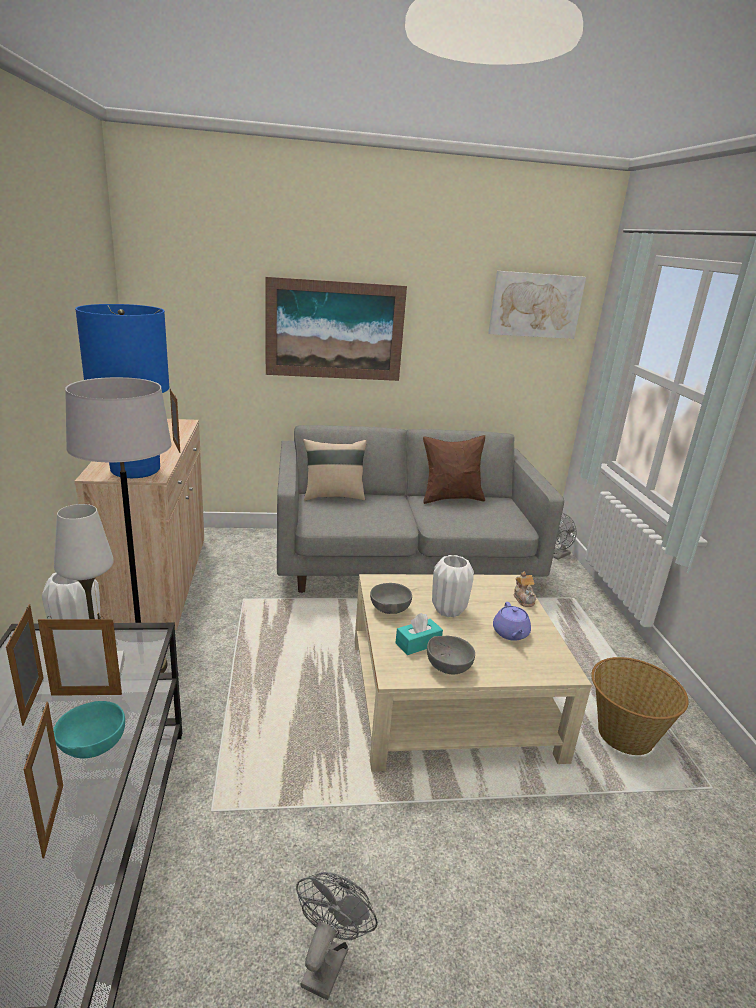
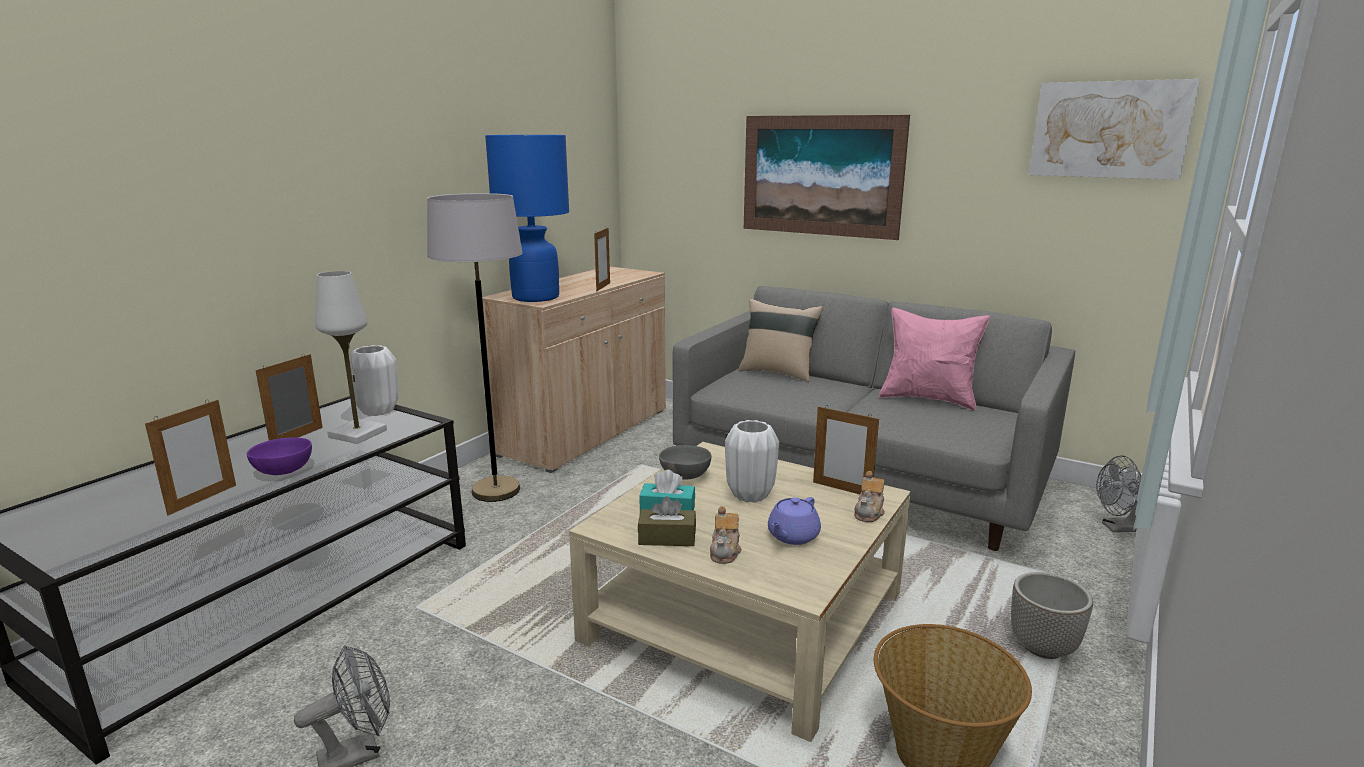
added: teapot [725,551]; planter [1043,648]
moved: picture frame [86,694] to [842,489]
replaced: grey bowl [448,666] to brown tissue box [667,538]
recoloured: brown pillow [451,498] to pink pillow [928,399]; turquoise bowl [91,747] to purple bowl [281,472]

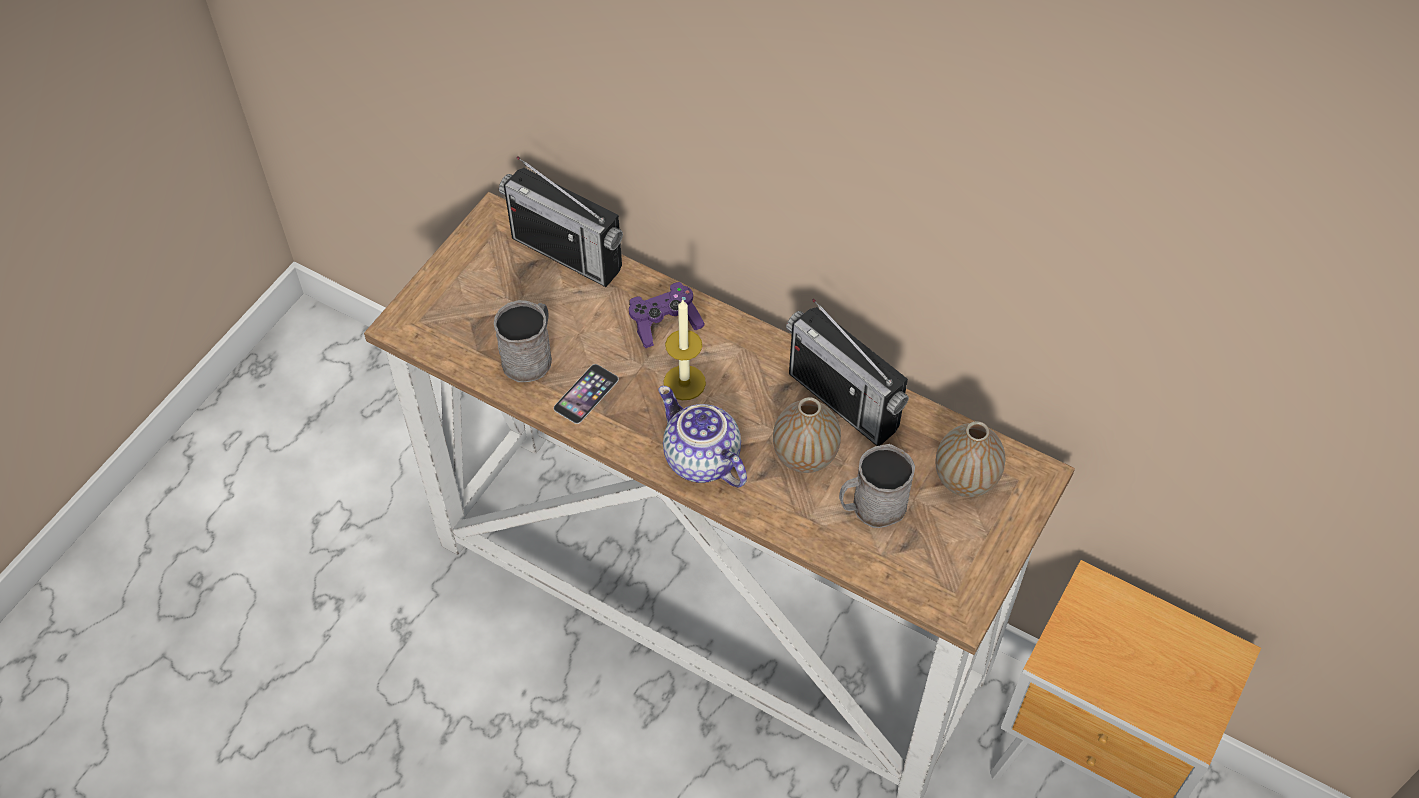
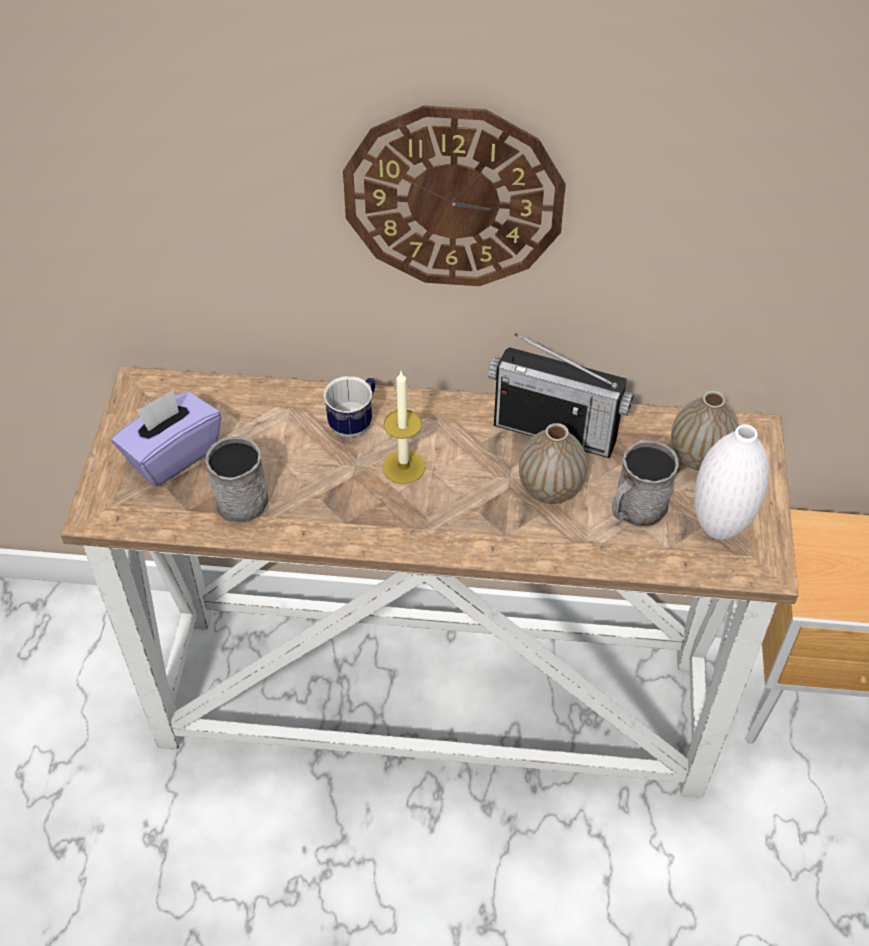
removed: radio [567,253]; phone [586,394]; teapot [699,459]
added: wall clock [453,198]; purple tissue box [172,455]; white vase [718,527]
replaced: purple game controller [664,323] to mug [355,422]

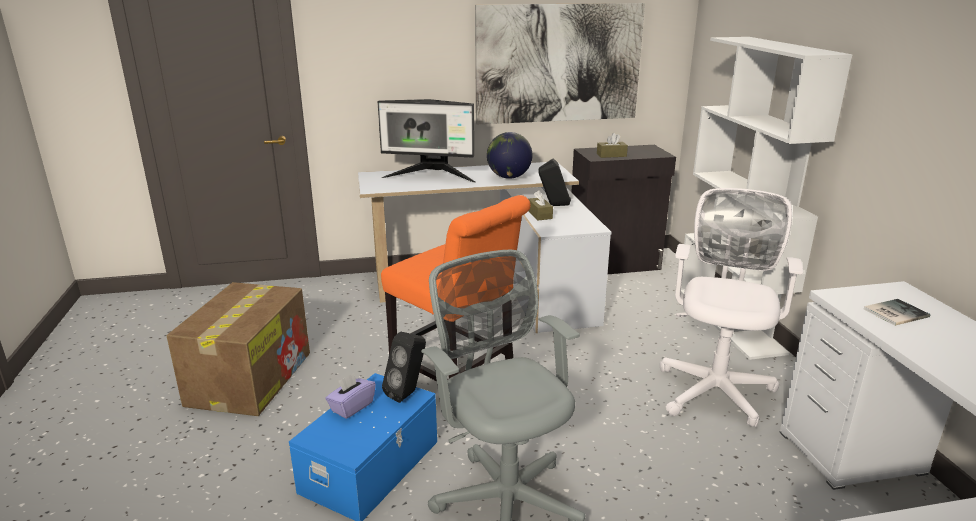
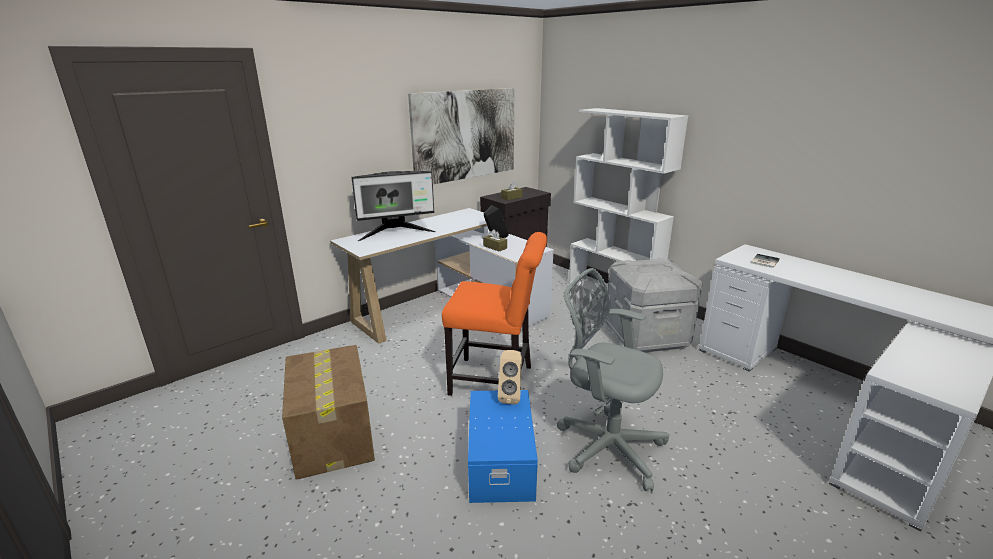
removed: globe [509,177]; purple tissue box [352,407]
replaced: white office chair [716,388] to grey storage box [646,336]
recoloured: black speaker [408,393] to beige speaker [511,396]

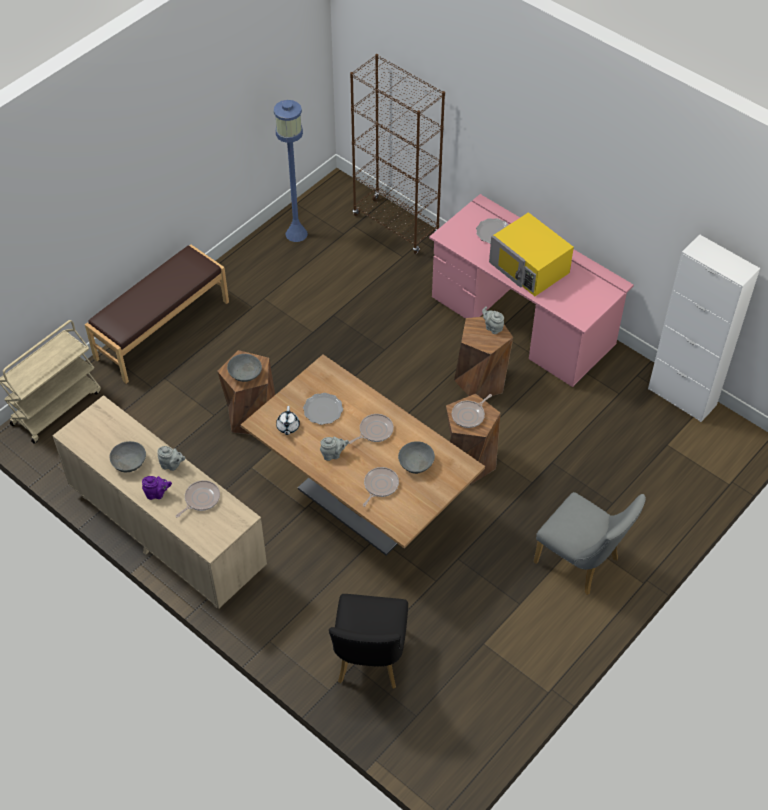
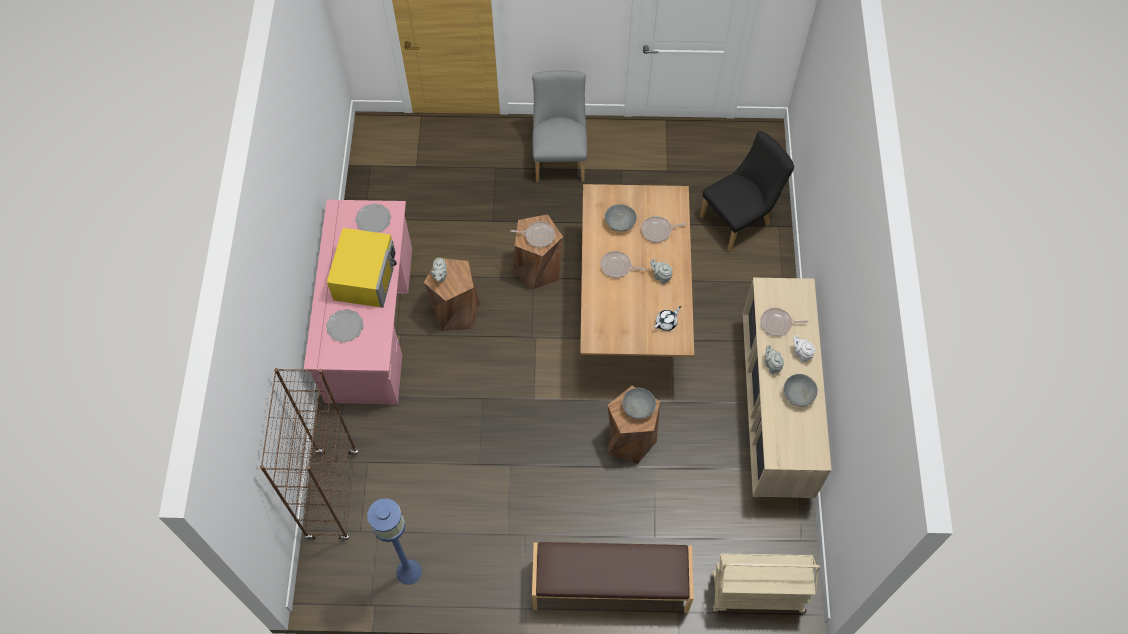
removed: white cabinet [682,397]
moved: plate [323,410] to [373,219]
recoloured: purple teapot [157,494] to white teapot [801,354]

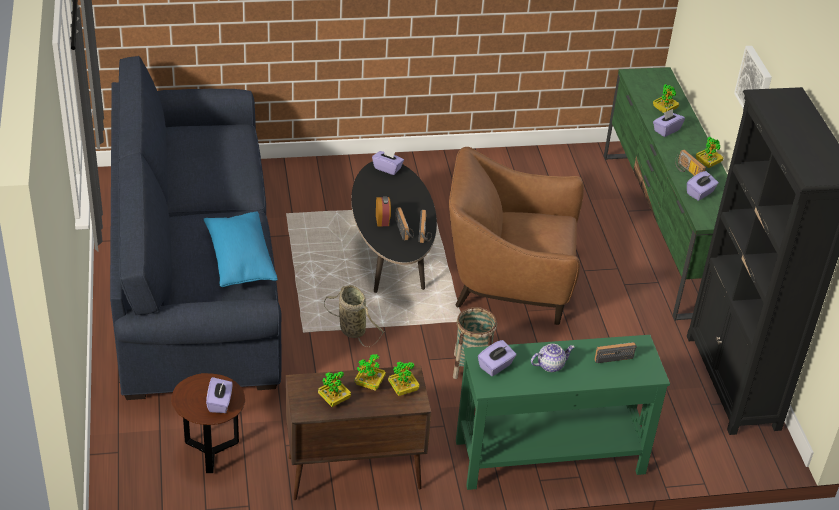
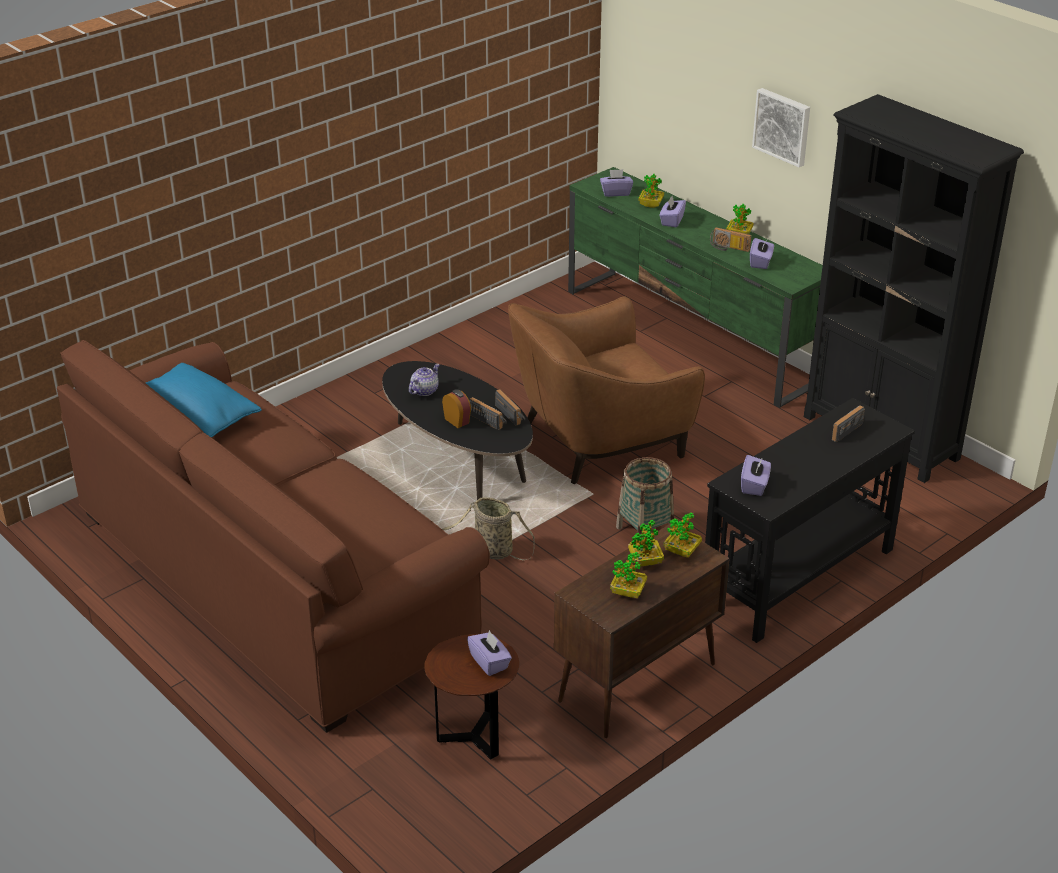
moved: purple tissue box [387,168] to [615,193]; blue pillow [240,260] to [198,414]; teapot [550,365] to [424,390]
recoloured: blue sofa [195,276] to brown sofa [272,575]; green console table [548,457] to black console table [797,577]

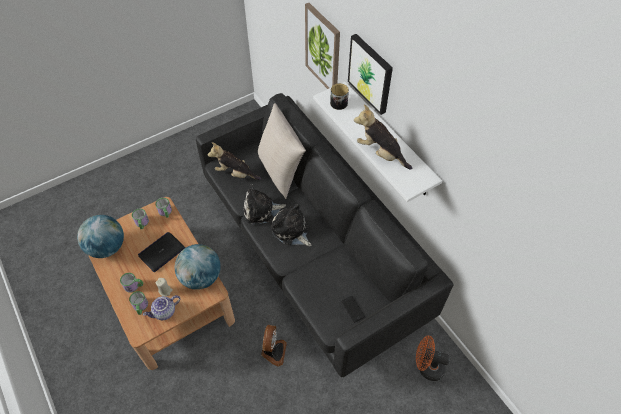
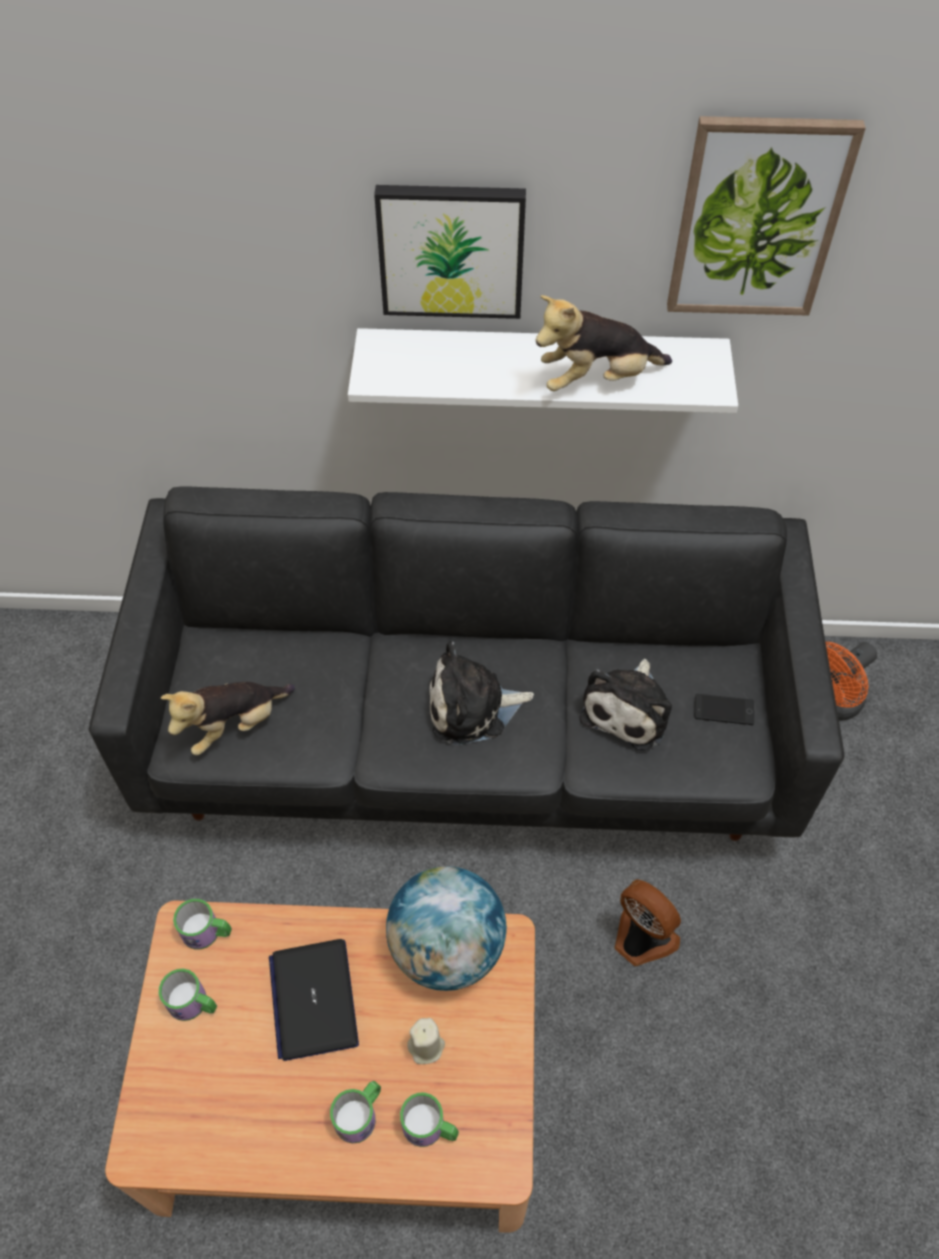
removed: mug [339,101]; beige pillow [281,171]; globe [107,247]; teapot [164,312]
moved: picture [323,49] to [757,218]; plush toy [261,210] to [629,709]

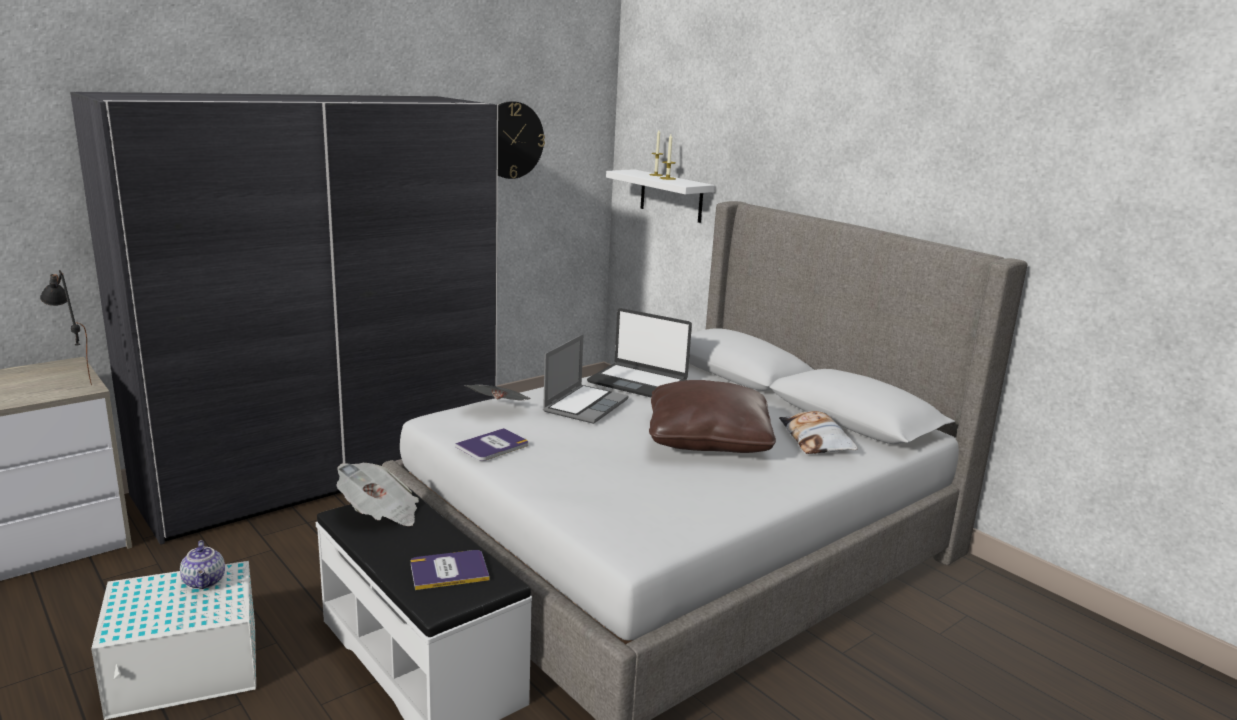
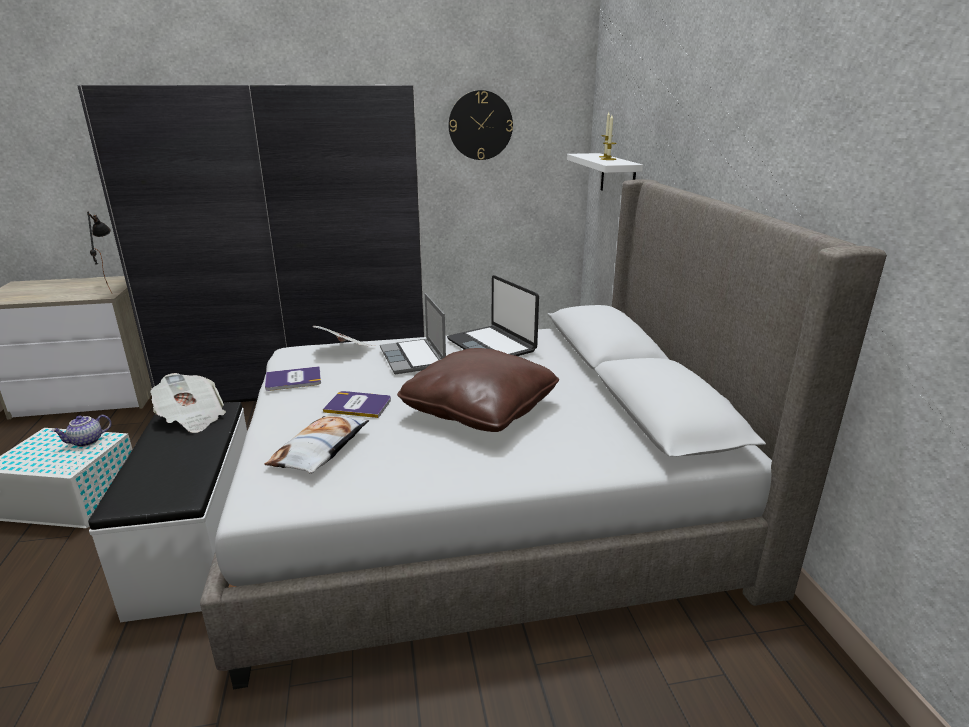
moved: pillow [816,440] to [320,450]; book [449,571] to [358,405]
turned: laptop [585,405] = [414,358] 105 degrees clockwise; teapot [205,582] = [86,442] 45 degrees clockwise

